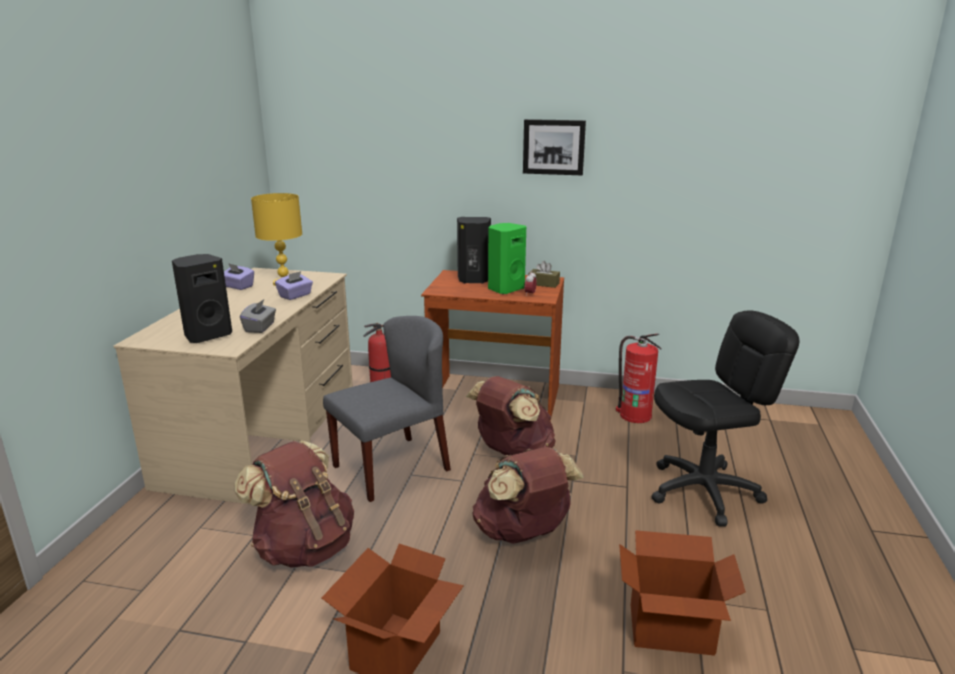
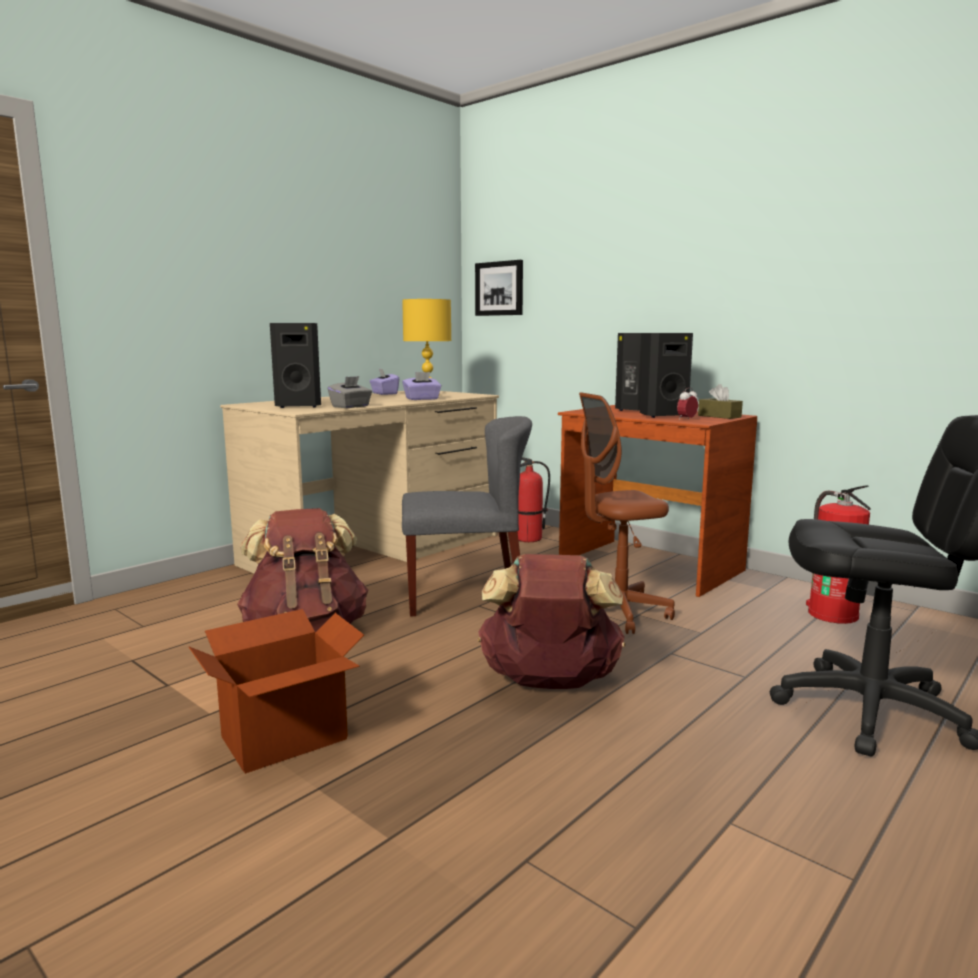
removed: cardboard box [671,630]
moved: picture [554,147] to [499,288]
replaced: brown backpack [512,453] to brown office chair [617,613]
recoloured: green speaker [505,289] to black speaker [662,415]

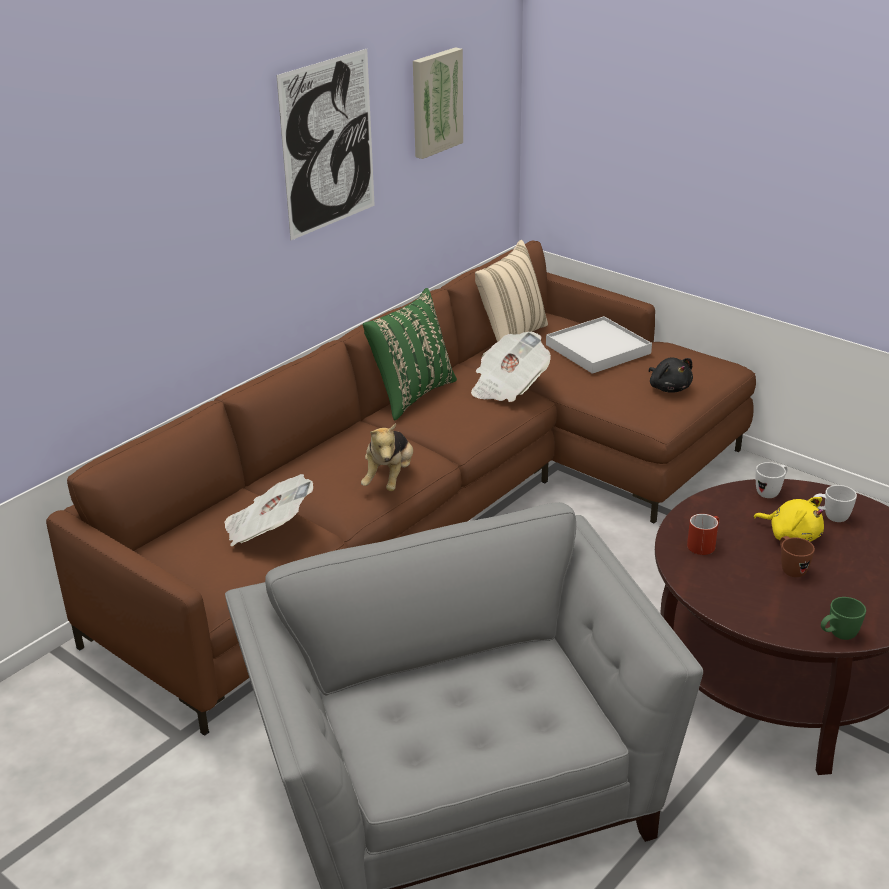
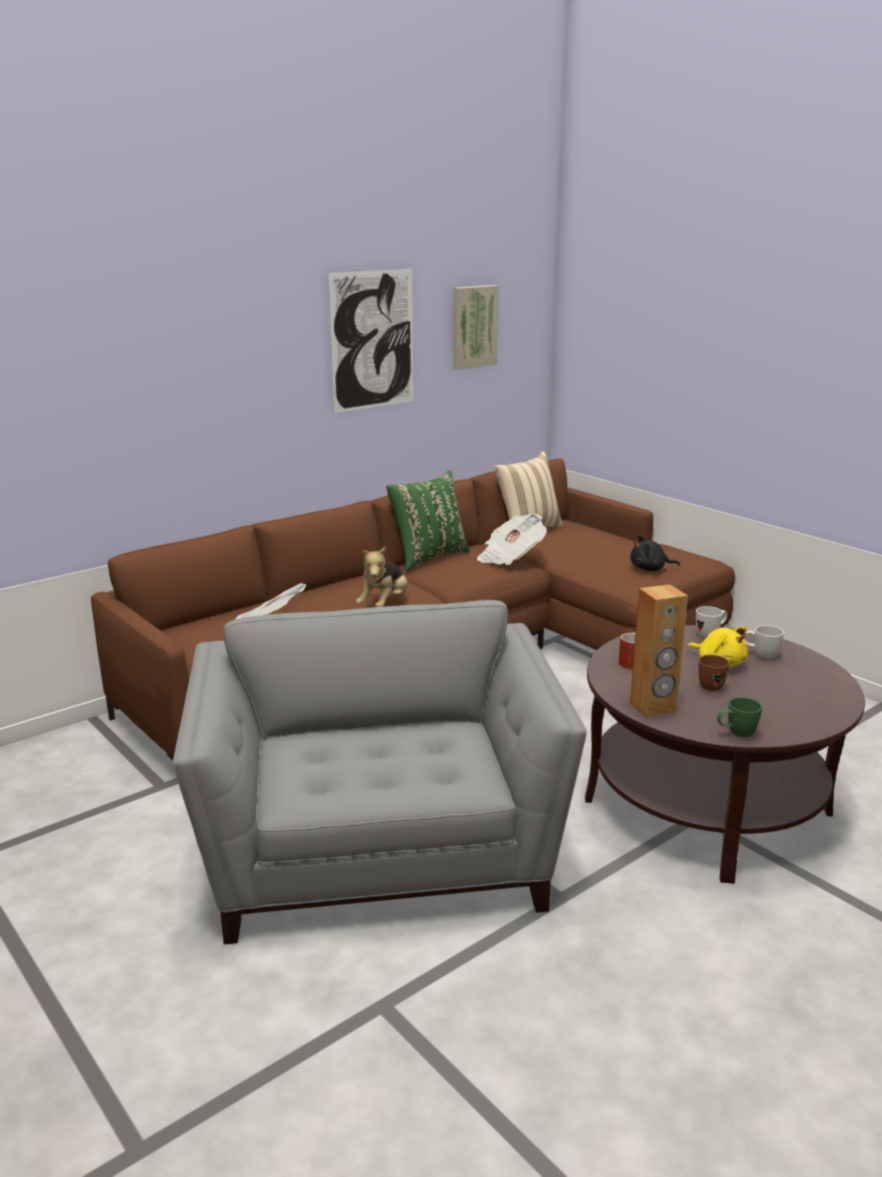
removed: white tray [598,349]
added: brown speaker [653,707]
turned: black plush toy [669,388] = [650,569] 105 degrees clockwise

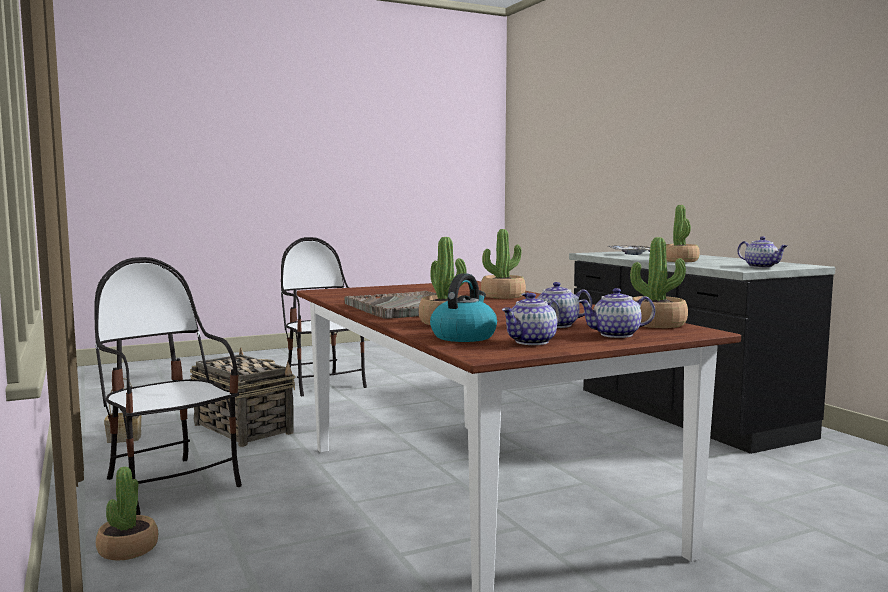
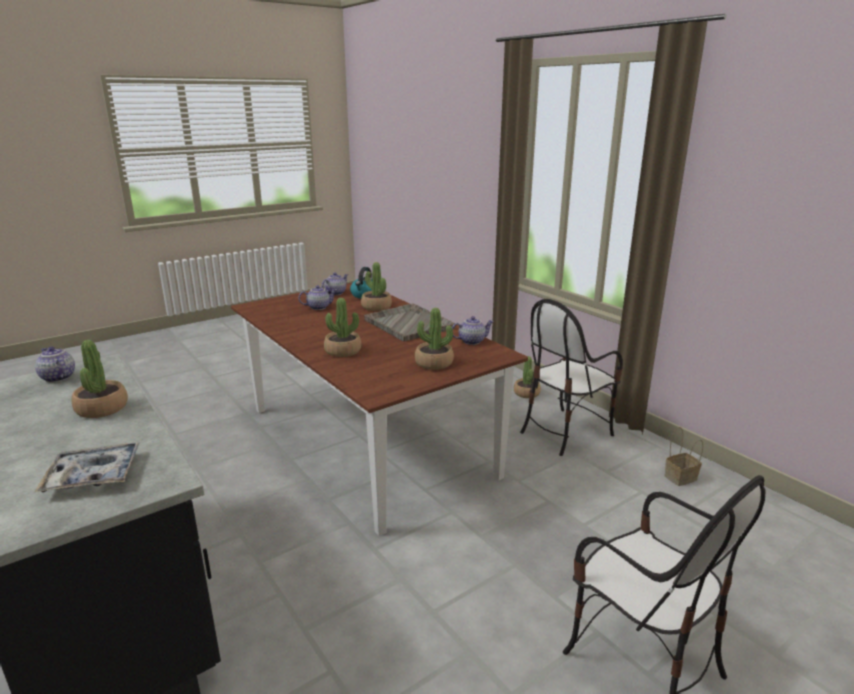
removed: basket [242,428]
moved: potted plant [657,324] to [434,363]; teapot [615,335] to [471,341]
turned: chair [170,484] = [565,432] 105 degrees clockwise

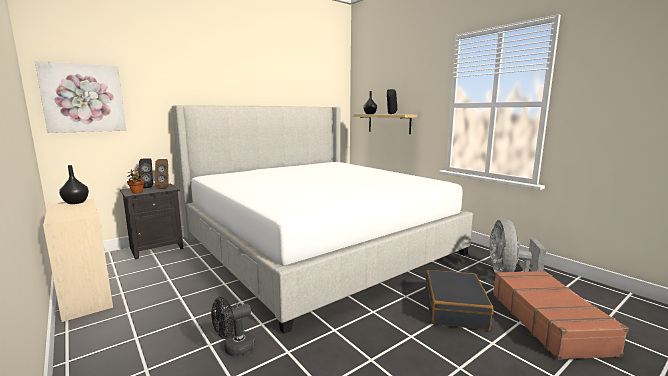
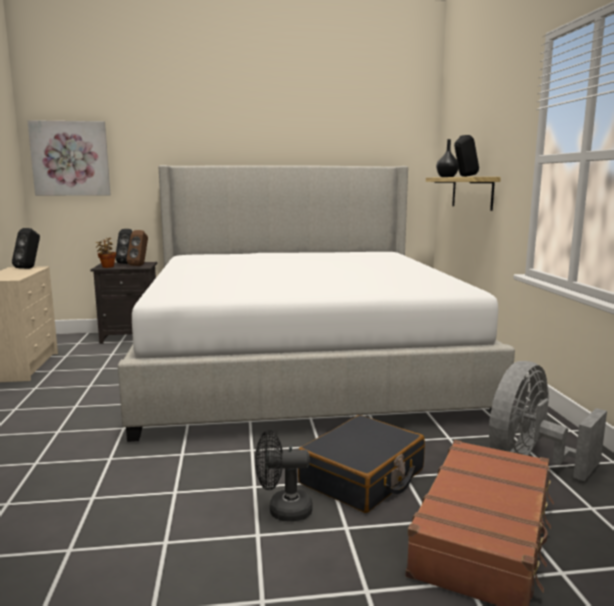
moved: black fan [234,349] to [283,510]
replaced: black vase [76,202] to black speaker [29,268]

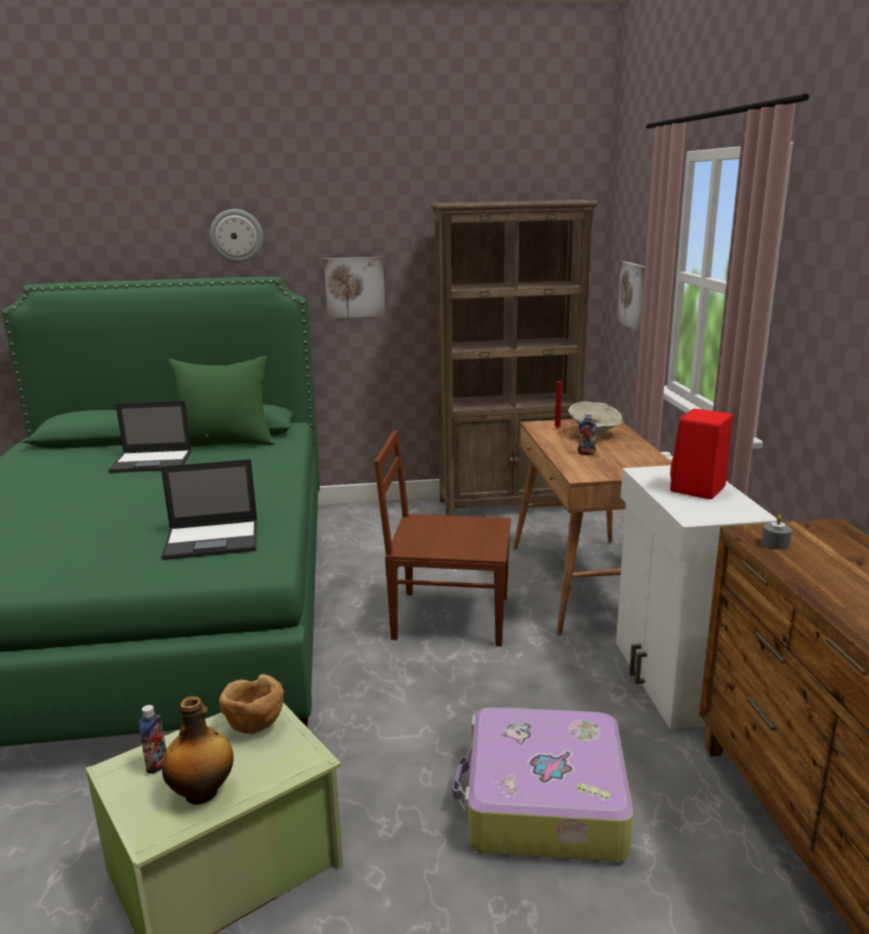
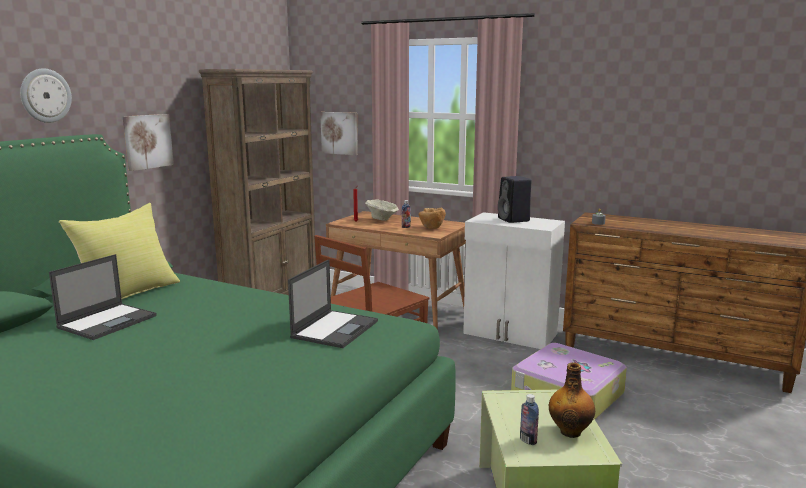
moved: brown bowl [254,726] to [432,228]
recoloured: green pillow [225,442] to yellow pillow [128,293]; red speaker [697,490] to black speaker [514,220]

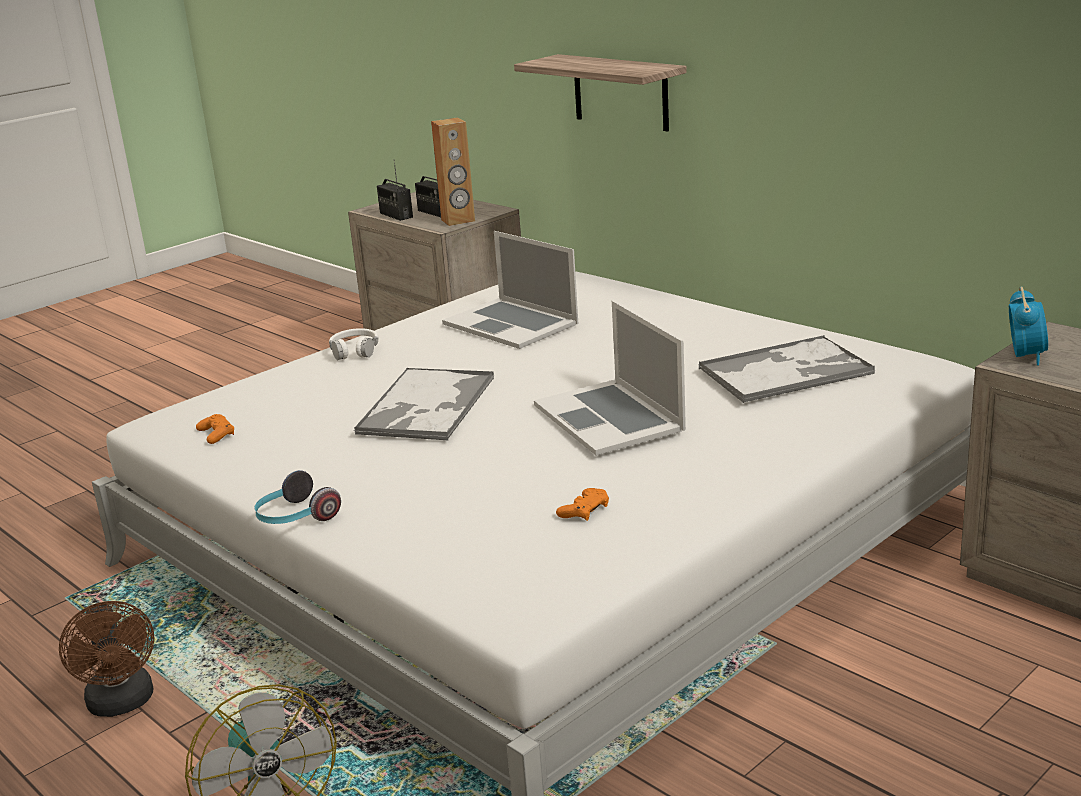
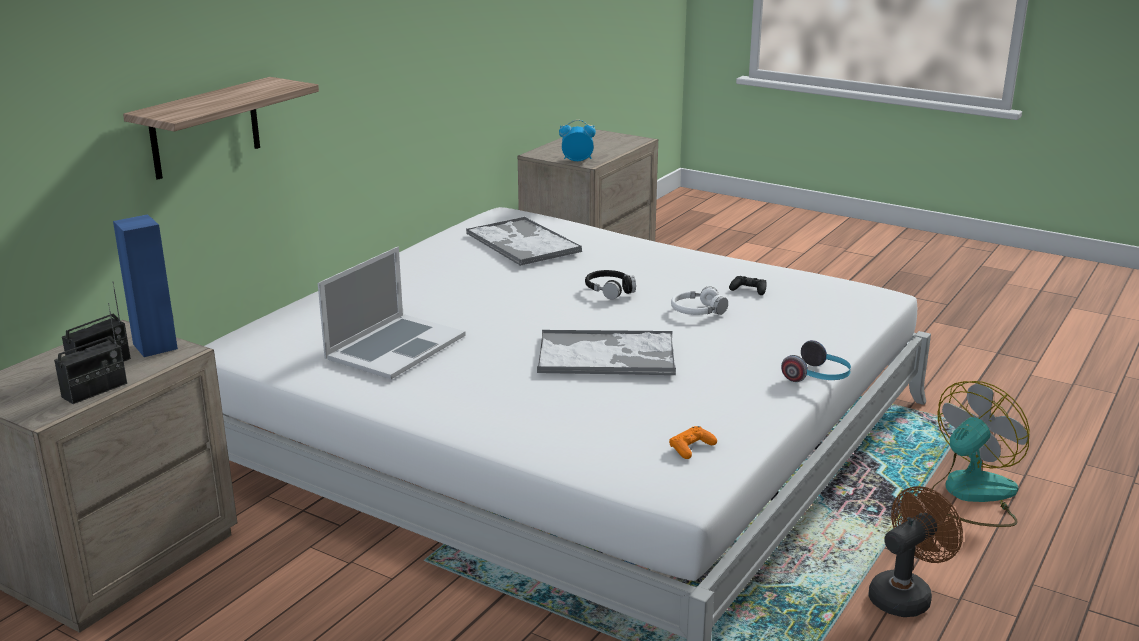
moved: white headphones [355,351] to [697,311]
replaced: laptop [609,417] to black headphones [609,290]
recoloured: brown speaker [458,220] to blue speaker [156,346]; orange game controller [584,510] to black game controller [748,290]

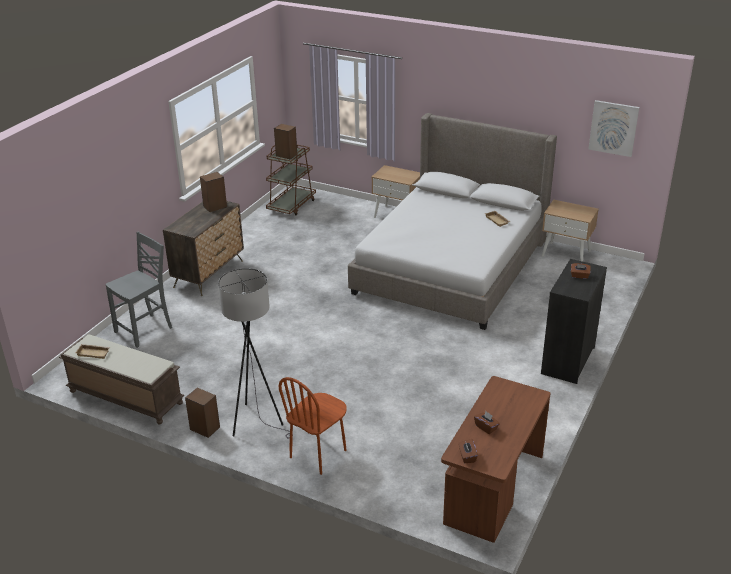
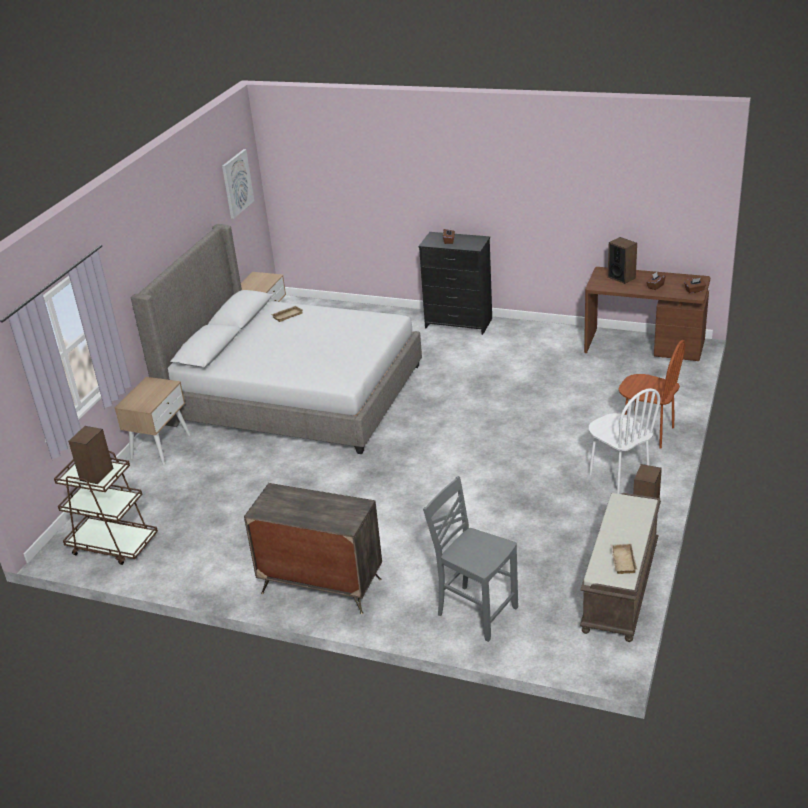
moved: speaker [215,206] to [621,277]
replaced: grey floor lamp [258,422] to white chair [618,477]

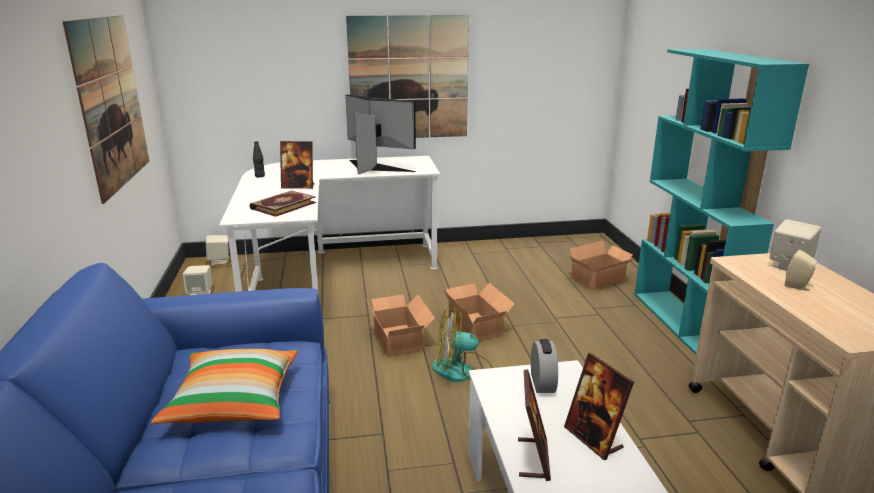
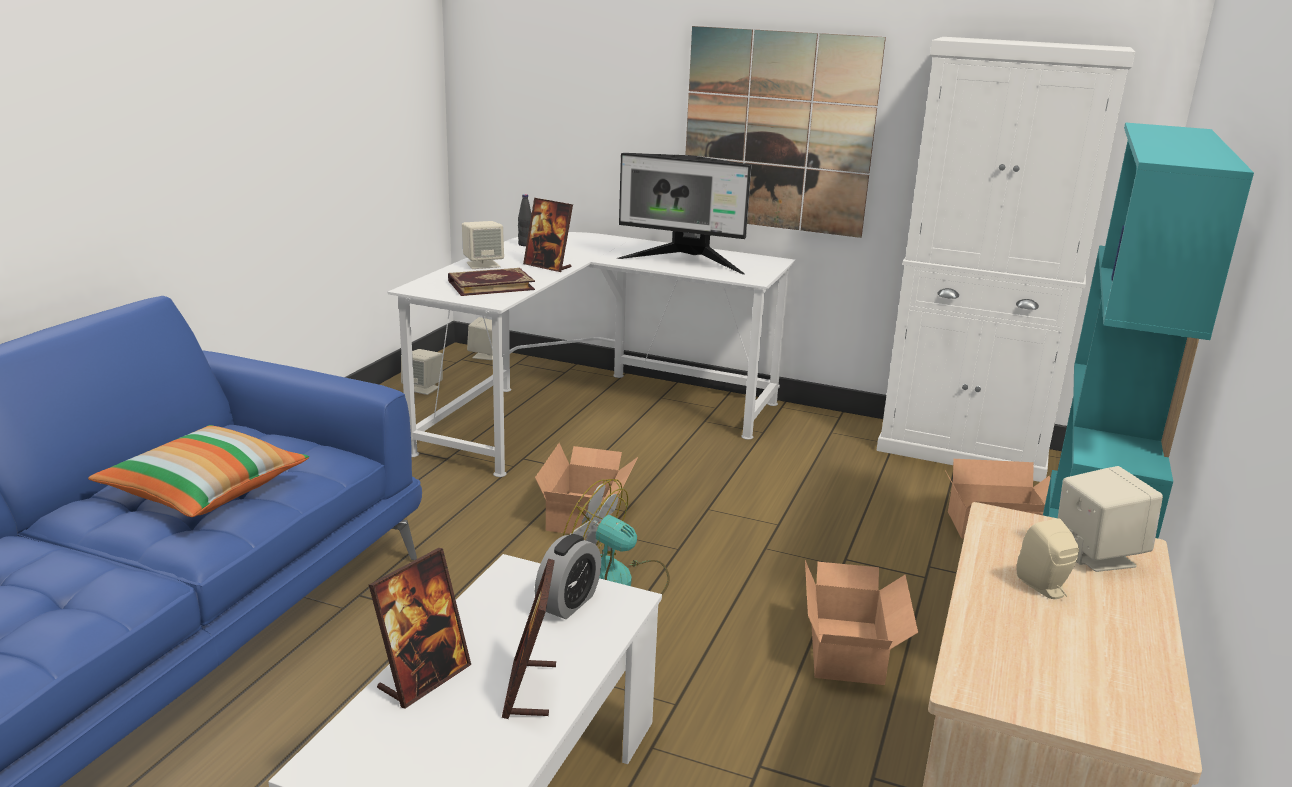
removed: picture [110,103]
added: white cabinet [963,450]; beige speaker [483,264]
moved: cardboard box [476,326] to [850,649]
turned: monitor [374,168] = [685,262] 135 degrees clockwise

